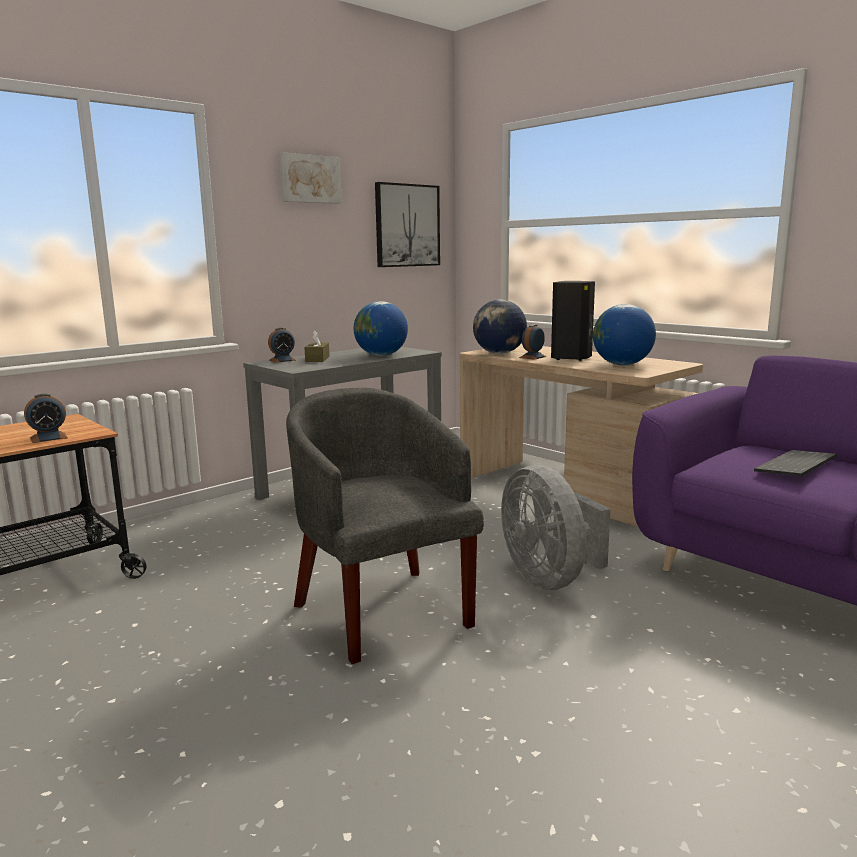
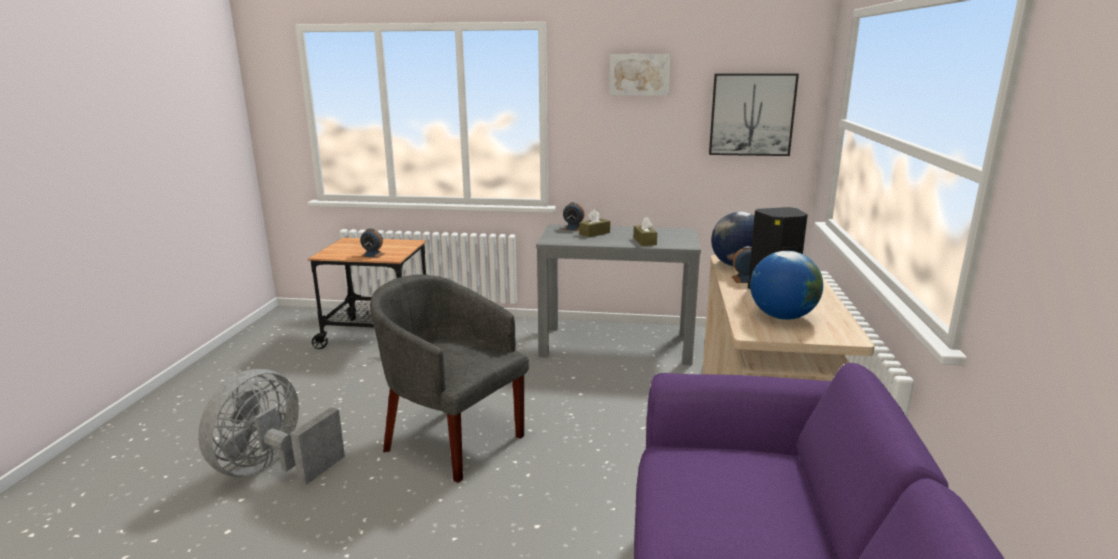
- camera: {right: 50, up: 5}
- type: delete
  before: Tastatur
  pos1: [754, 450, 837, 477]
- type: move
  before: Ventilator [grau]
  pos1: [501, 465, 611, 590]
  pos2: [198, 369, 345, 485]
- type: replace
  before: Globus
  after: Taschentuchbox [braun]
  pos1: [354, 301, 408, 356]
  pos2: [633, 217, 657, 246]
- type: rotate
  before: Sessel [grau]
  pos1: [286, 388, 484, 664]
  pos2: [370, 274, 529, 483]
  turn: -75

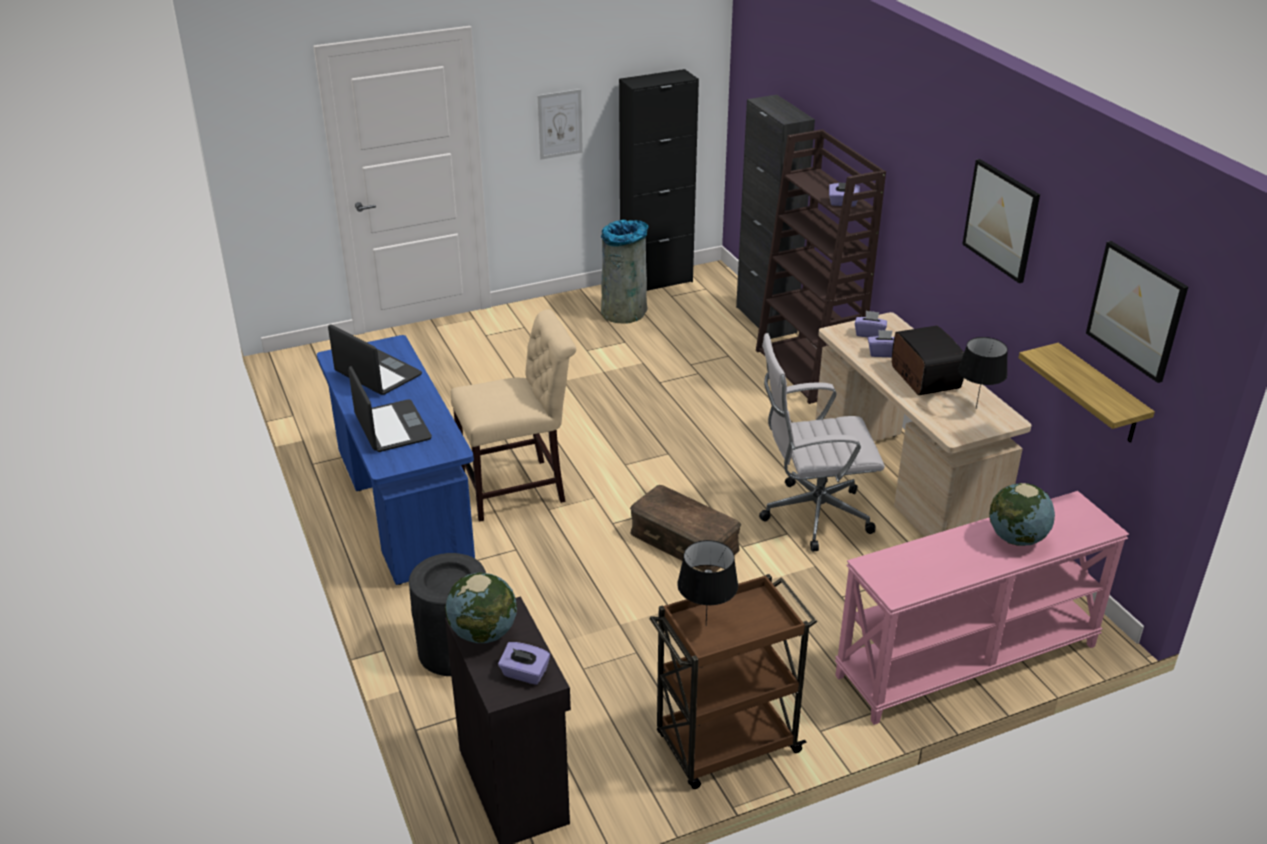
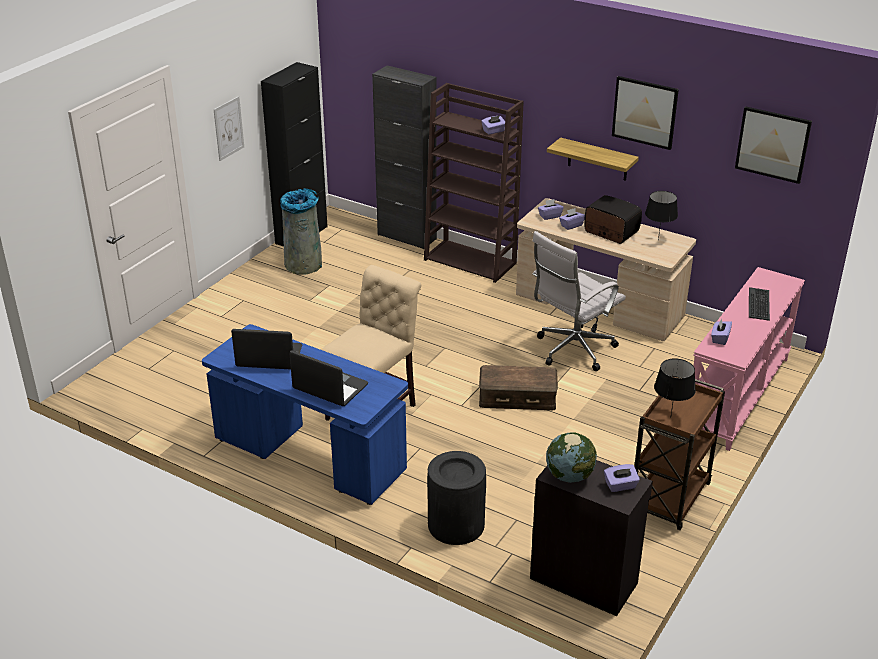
- camera: {right: -35, up: 0}
- type: insert
  after: Taschentuchbox [lila]
  pos2: [711, 318, 732, 345]
- type: move
  before: Wandregal
  pos1: [1019, 343, 1155, 442]
  pos2: [547, 137, 639, 181]
- type: replace
  before: Globus
  after: Tastatur
  pos1: [989, 483, 1055, 546]
  pos2: [749, 287, 770, 321]

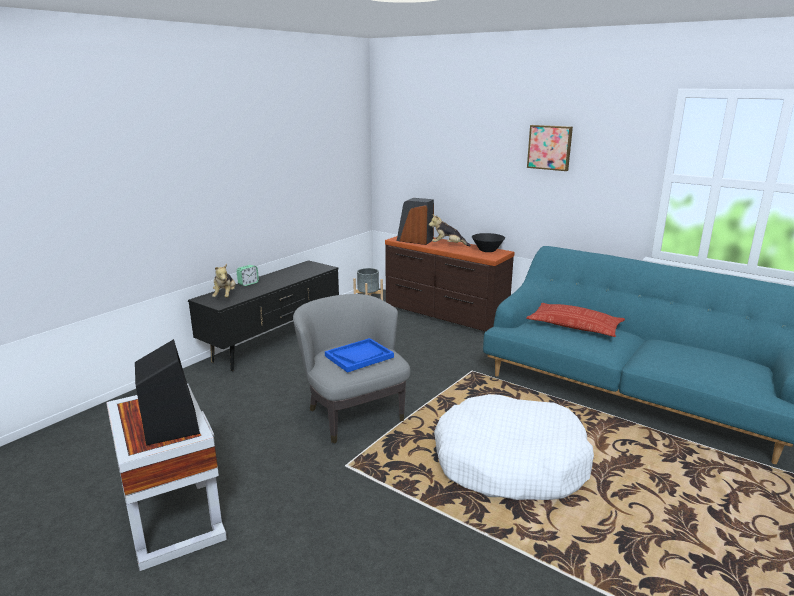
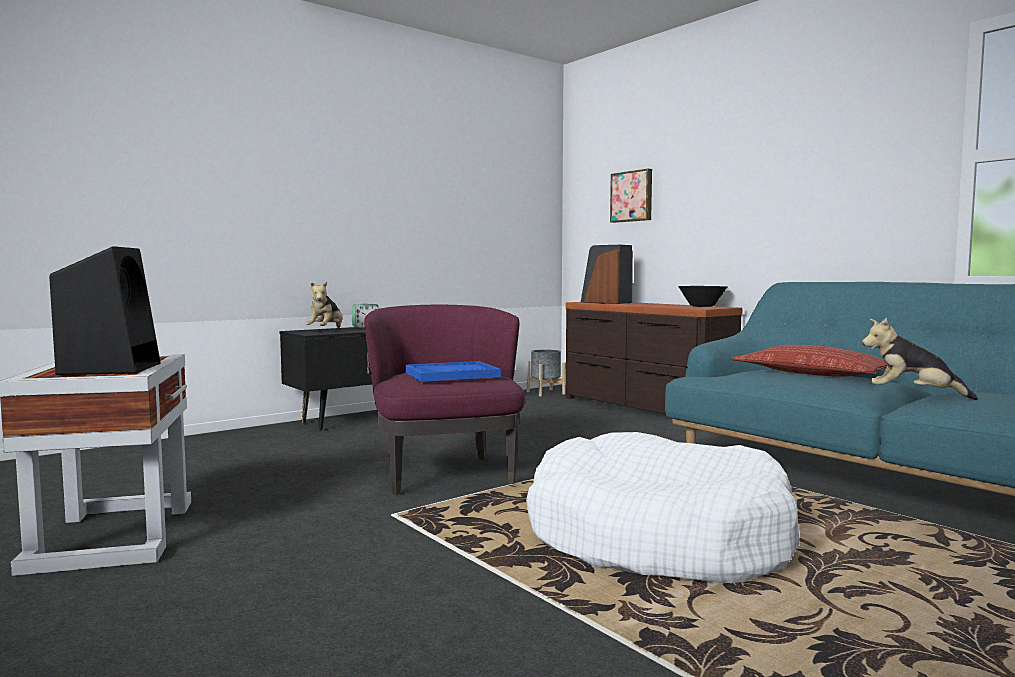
- camera: {right: 15, up: -15}
- type: move
  before: Plüschtier
  pos1: [429, 214, 471, 246]
  pos2: [862, 318, 978, 400]
- type: move
  before: Bild
  pos1: [527, 125, 573, 171]
  pos2: [610, 169, 652, 223]
- type: recolor
  before: Sessel [grau]
  after: Sessel [lila]
  pos1: [293, 294, 411, 443]
  pos2: [364, 305, 525, 495]

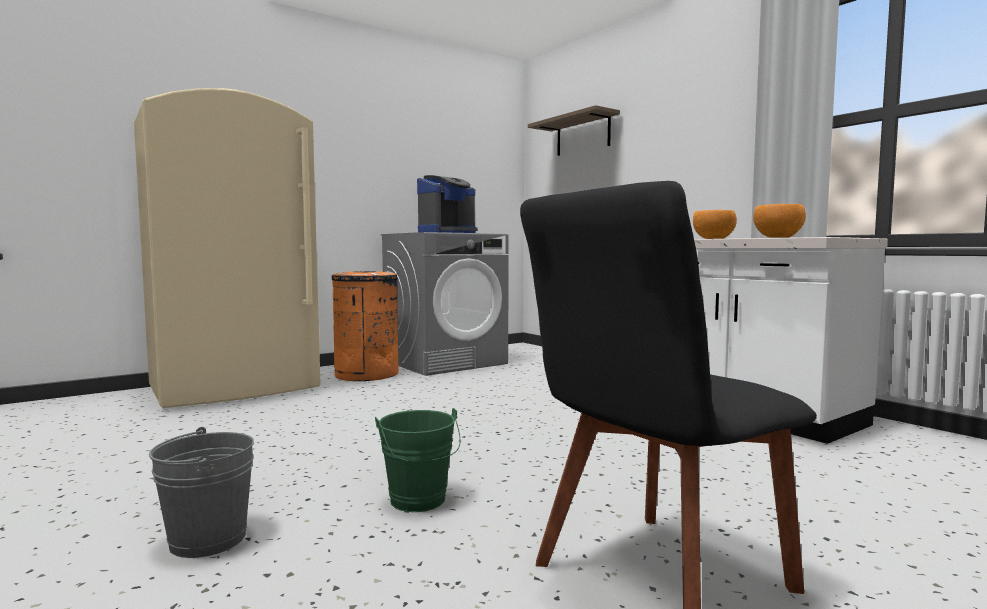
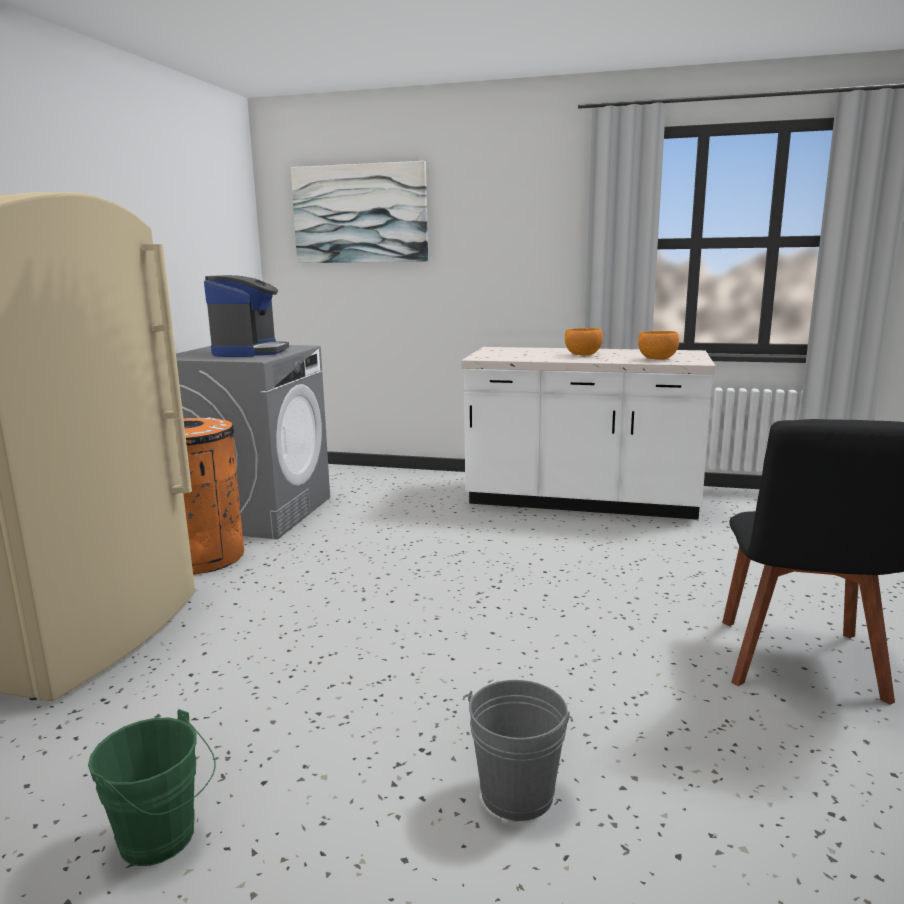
- camera: {right: -40, up: 10}
- type: move
  before: Eimer [grün]
  pos1: [375, 408, 461, 512]
  pos2: [88, 709, 216, 866]
- type: replace
  before: Wandregal
  after: Bild
  pos1: [528, 105, 620, 156]
  pos2: [291, 161, 428, 263]

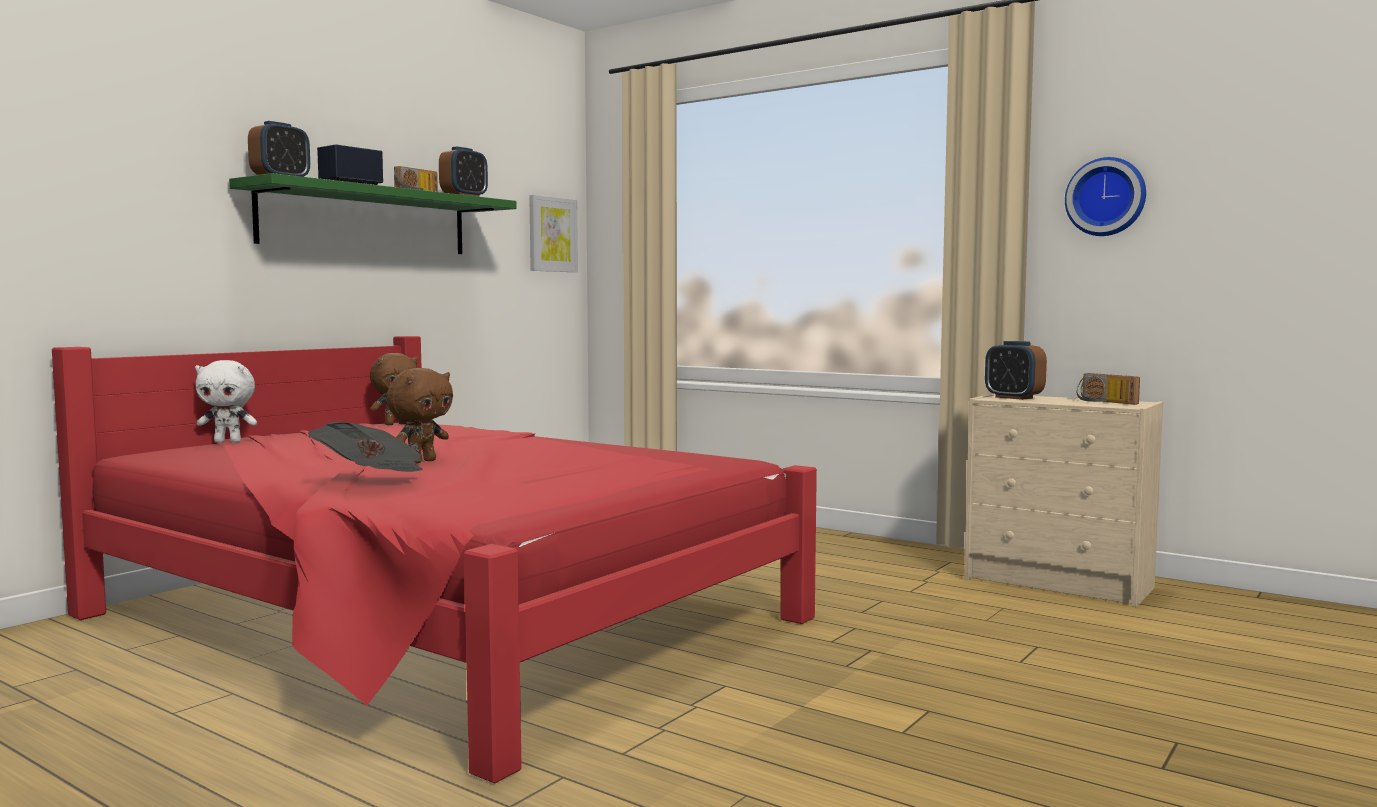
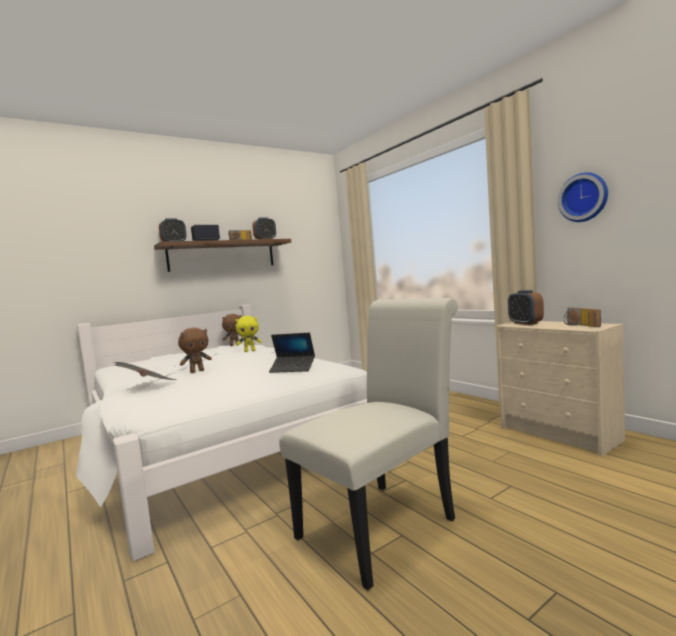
- camera: {right: 20, up: 0}
- type: delete
  before: Plüschtier [weiß]
  pos1: [195, 360, 257, 443]
- type: delete
  before: Bild
  pos1: [529, 195, 578, 272]
- type: insert
  after: Plüschtier [gelb]
  pos2: [236, 316, 262, 352]
- type: insert
  after: Laptop
  pos2: [269, 333, 315, 373]
- type: insert
  after: Stuhl [weiß]
  pos2: [279, 298, 458, 590]
- type: recolor
  before: Bett [rot]
  after: Bett [weiß]
  pos1: [52, 336, 817, 783]
  pos2: [76, 305, 367, 561]
- type: recolor
  before: Wandregal [grün]
  after: Wandregal [braun]
  pos1: [229, 173, 517, 254]
  pos2: [154, 239, 291, 272]

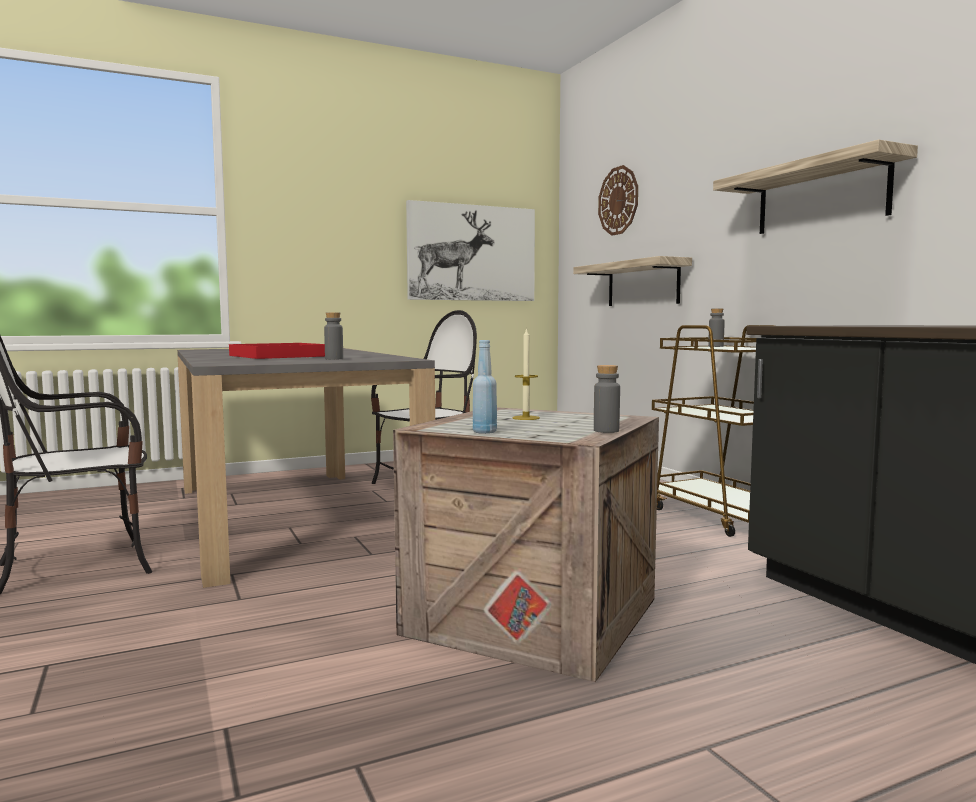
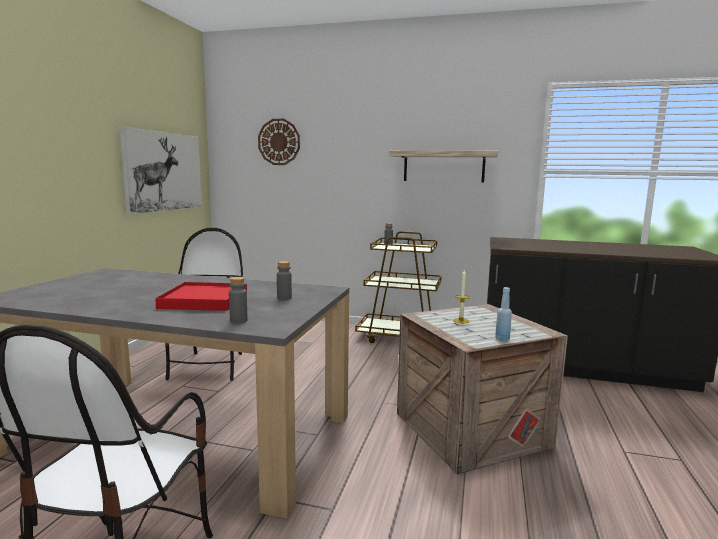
- camera: {right: -50, up: 5}
- type: delete
  before: Wandregal
  pos1: [573, 256, 692, 306]
- type: move
  before: Flasche [grau]
  pos1: [594, 365, 620, 433]
  pos2: [229, 277, 248, 324]

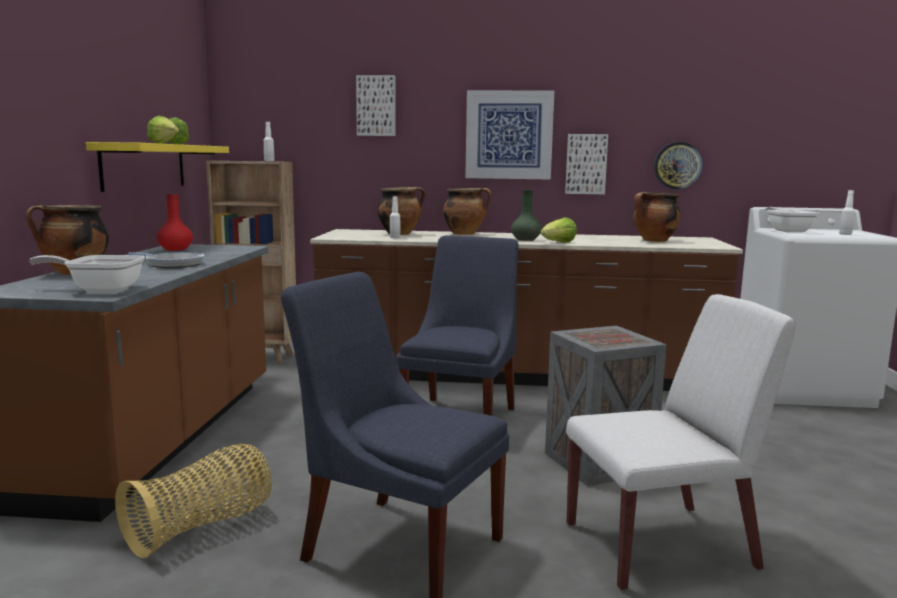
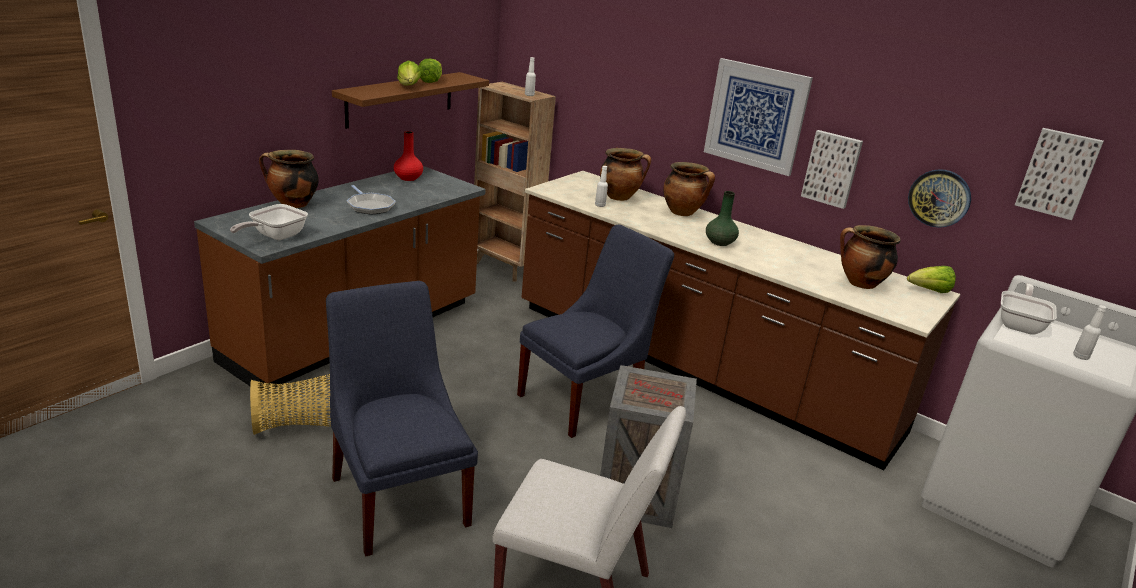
- camera: {right: 30, up: 15}
- type: move
  before: Bild
  pos1: [356, 75, 396, 136]
  pos2: [1015, 128, 1104, 220]
- type: move
  before: Salatkopf
  pos1: [541, 217, 577, 243]
  pos2: [907, 266, 956, 293]
- type: recolor
  before: Wandregal [gelb]
  after: Wandregal [braun]
  pos1: [86, 142, 229, 192]
  pos2: [332, 72, 489, 129]
- type: rotate
  before: Pfanne
  pos1: [29, 255, 145, 292]
  pos2: [230, 204, 308, 240]
  turn: -90

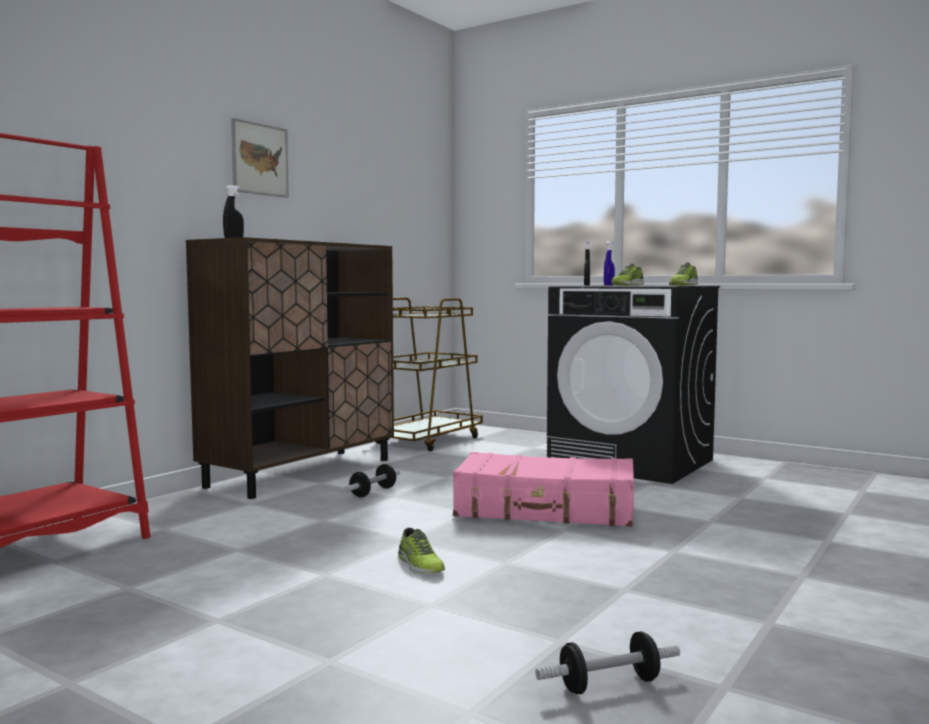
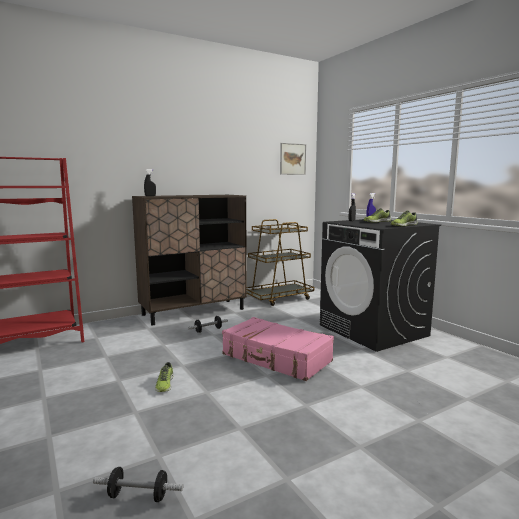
- camera: {right: 25, up: 5}
- type: move
  before: Bild
  pos1: [231, 118, 289, 198]
  pos2: [280, 143, 306, 175]

